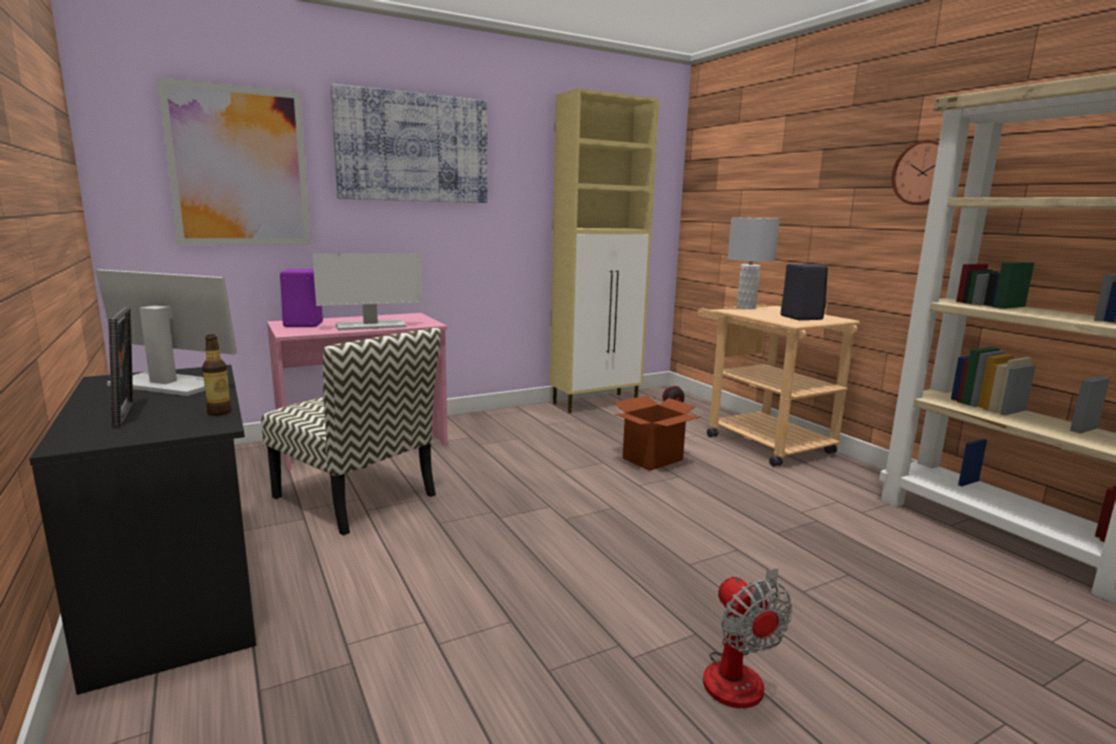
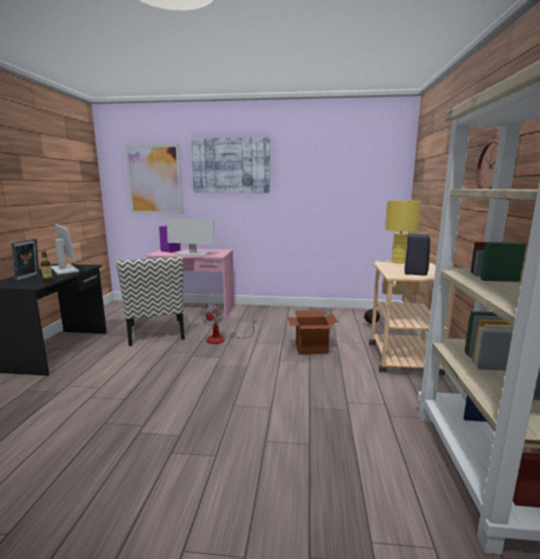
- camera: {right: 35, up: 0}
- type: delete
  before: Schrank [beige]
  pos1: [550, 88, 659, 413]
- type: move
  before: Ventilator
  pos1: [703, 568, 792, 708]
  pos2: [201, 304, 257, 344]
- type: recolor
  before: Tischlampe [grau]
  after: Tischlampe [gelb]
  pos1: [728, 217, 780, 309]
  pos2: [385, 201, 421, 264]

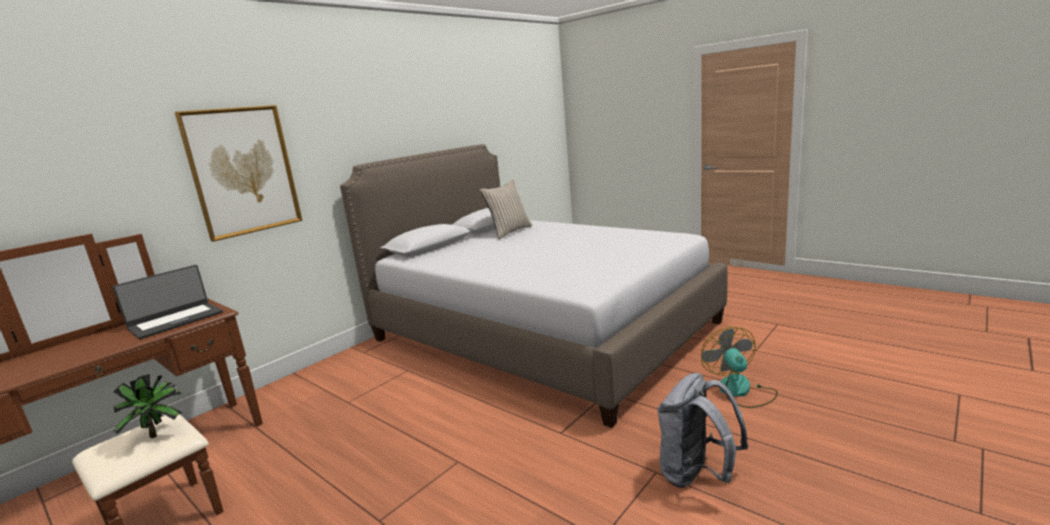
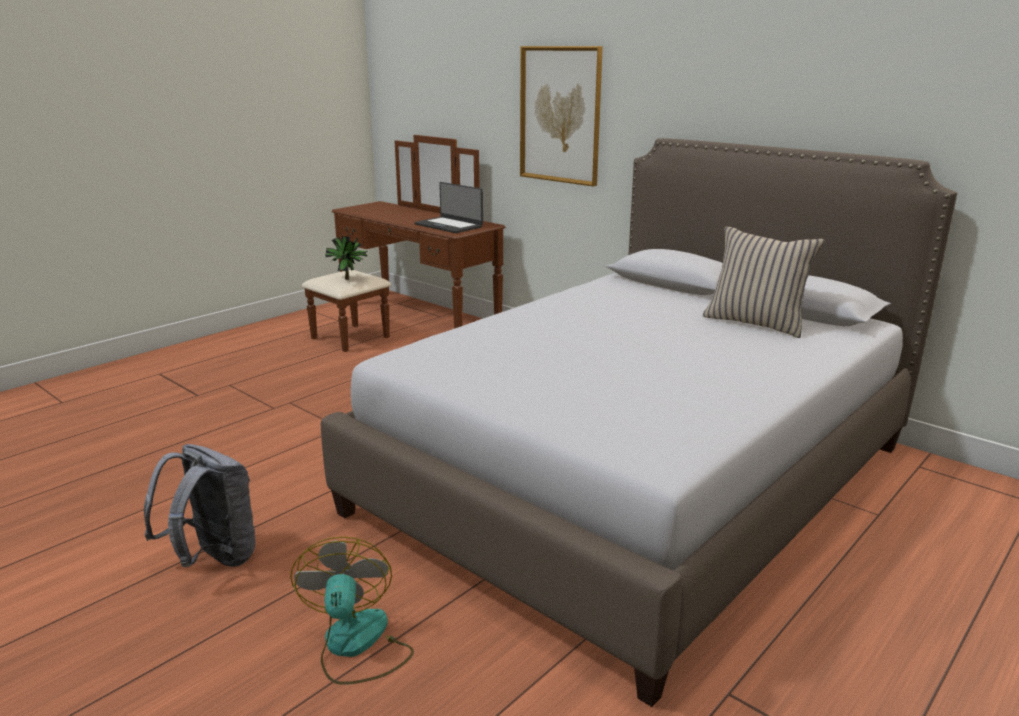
- camera: {right: 90, up: 5}
- type: rotate
  before: Ventilator
  pos1: [701, 327, 778, 408]
  pos2: [290, 537, 414, 685]
  turn: -90

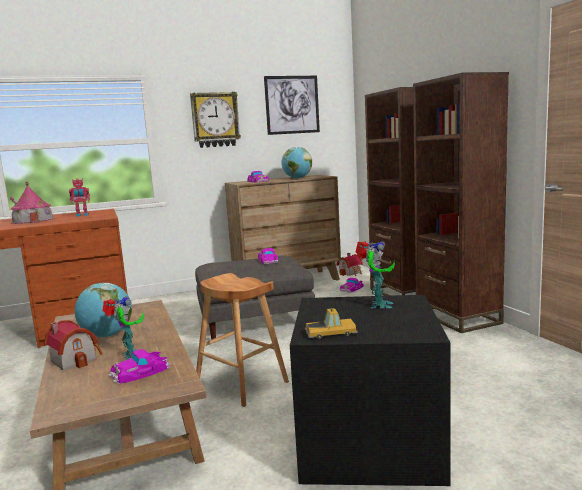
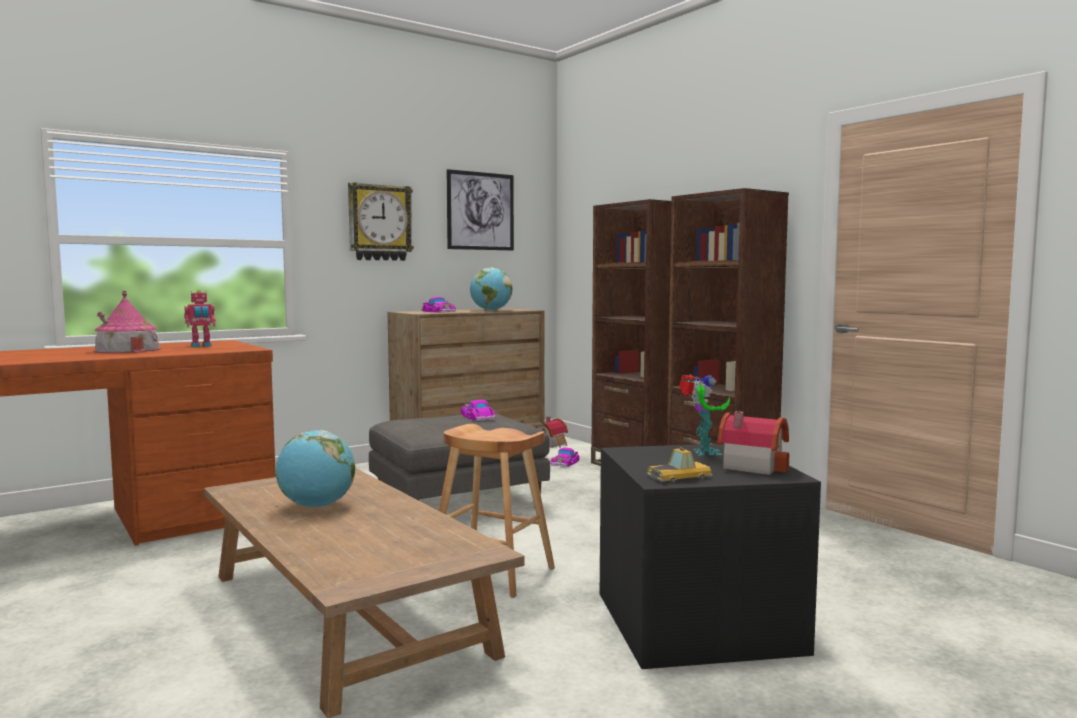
- camera: {right: -15, up: -5}
- type: delete
  before: Spielzeugroboter
  pos1: [103, 296, 144, 360]
- type: delete
  before: Spielzeugauto
  pos1: [108, 349, 171, 384]
- type: move
  before: Spielzeughaus
  pos1: [44, 320, 103, 371]
  pos2: [717, 411, 789, 475]

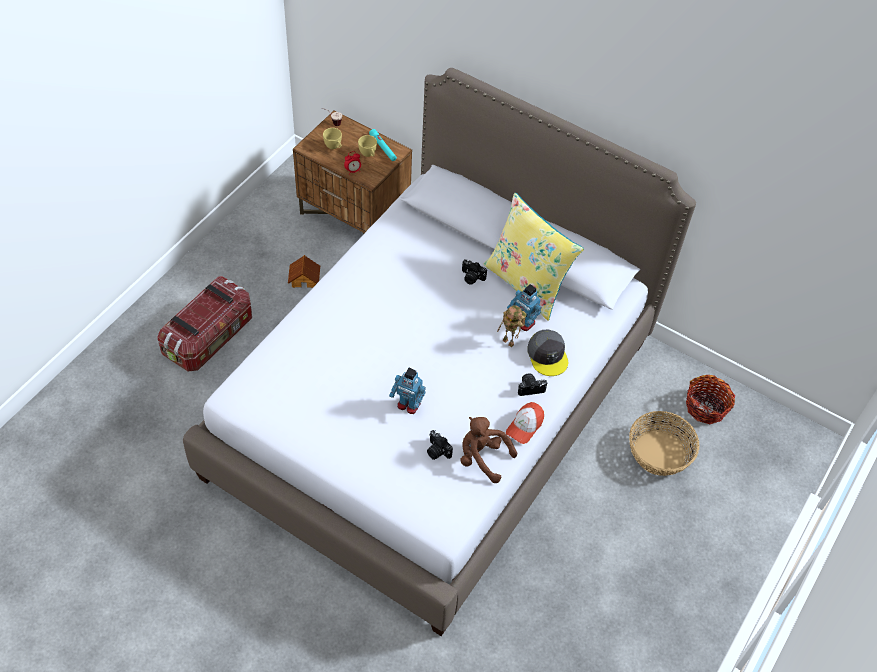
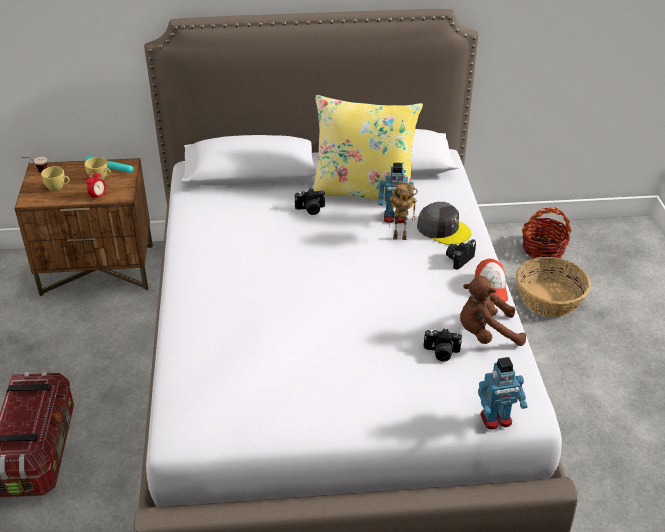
- camera: {right: -35, up: -15}
- type: delete
  before: Spielzeughaus
  pos1: [288, 255, 320, 288]
- type: move
  before: Spielzeugroboter
  pos1: [389, 368, 426, 414]
  pos2: [478, 357, 527, 430]

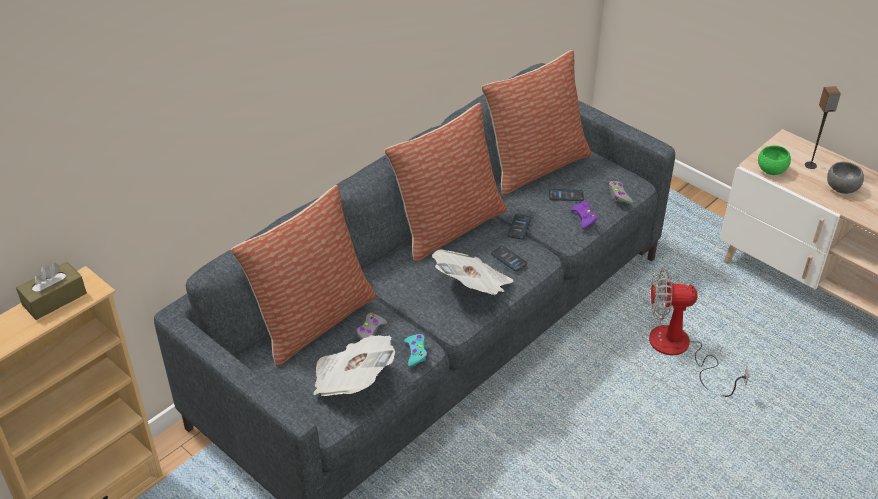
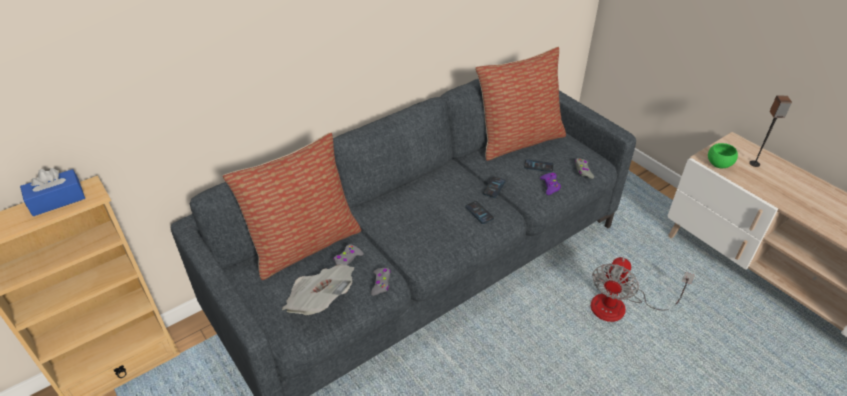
- camera: {right: 10, up: 0}
- type: delete
  before: Kissen
  pos1: [384, 103, 507, 263]
- type: delete
  before: Zeitung
  pos1: [432, 249, 513, 295]
- type: delete
  before: Schüssel [grau]
  pos1: [827, 162, 864, 194]
- type: recolor
  before: Taschentuchbox [braun]
  after: Taschentuchbox [blau]
  pos1: [16, 262, 87, 320]
  pos2: [20, 168, 85, 216]
- type: recolor
  before: Gamepad [türkis]
  after: Gamepad [grau]
  pos1: [404, 334, 428, 367]
  pos2: [371, 268, 391, 296]
- type: rotate
  before: Ventilator
  pos1: [649, 269, 749, 397]
  pos2: [591, 257, 695, 322]
  turn: -75

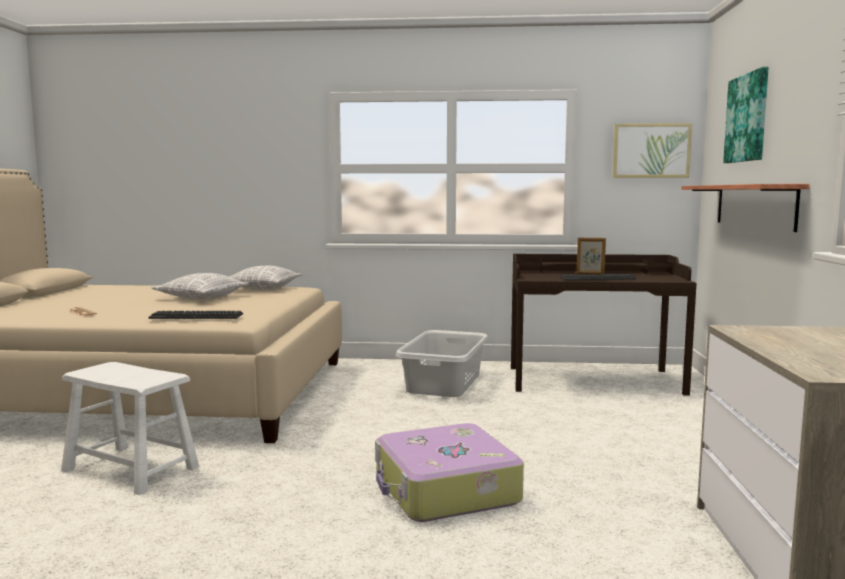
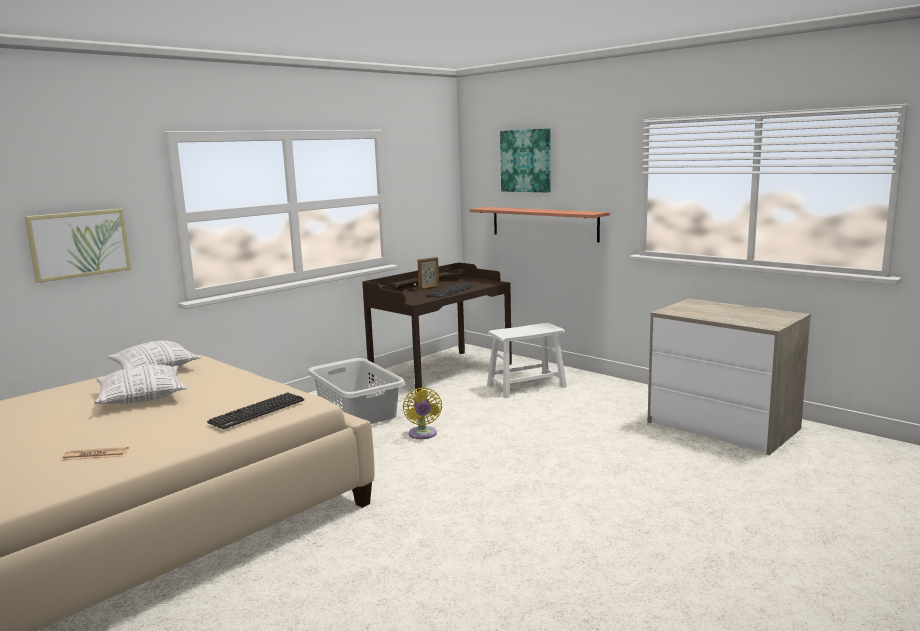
- camera: {right: -50, up: 5}
- type: delete
  before: Koffer
  pos1: [375, 423, 524, 522]
- type: insert
  after: Ventilator [gelb]
  pos2: [403, 387, 442, 439]
- type: move
  before: Hocker [weiß]
  pos1: [61, 362, 199, 495]
  pos2: [487, 323, 567, 398]
- type: move
  before: Bild
  pos1: [612, 123, 692, 178]
  pos2: [24, 209, 131, 283]

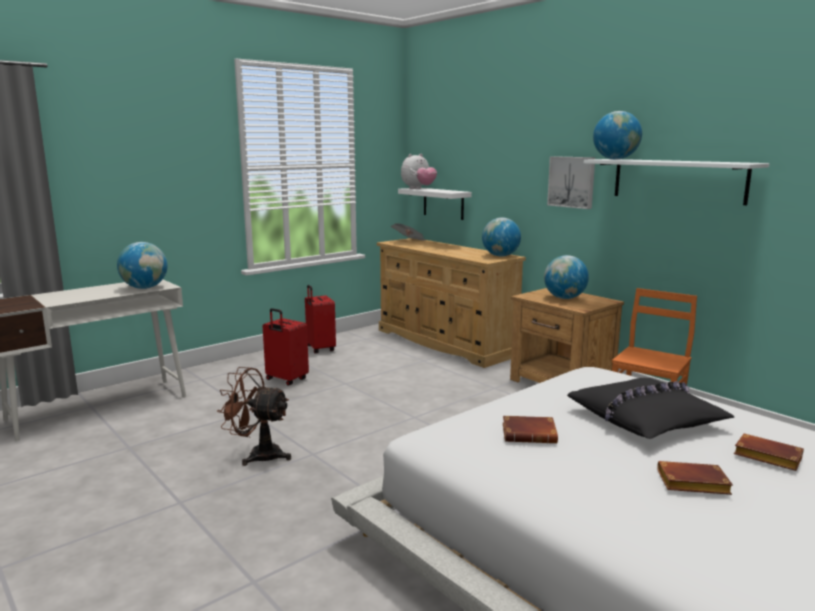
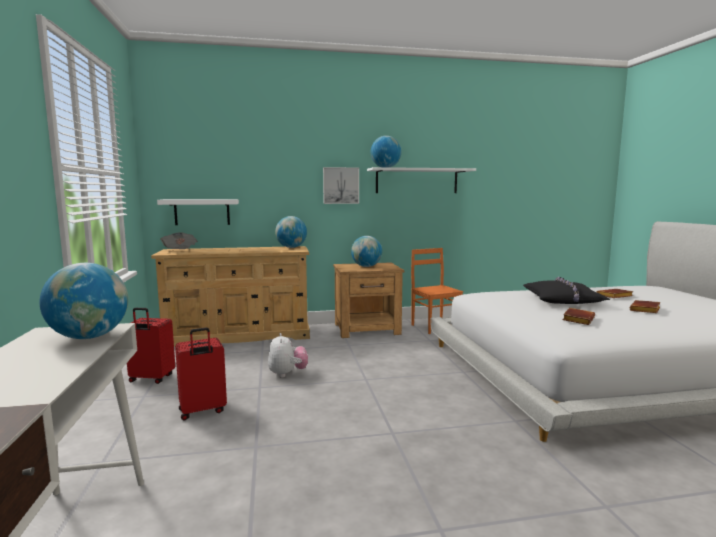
- camera: {right: -60, up: -5}
- type: delete
  before: Ventilator [braun]
  pos1: [217, 367, 291, 466]
- type: move
  before: Plüschtier
  pos1: [401, 154, 437, 189]
  pos2: [268, 333, 308, 378]

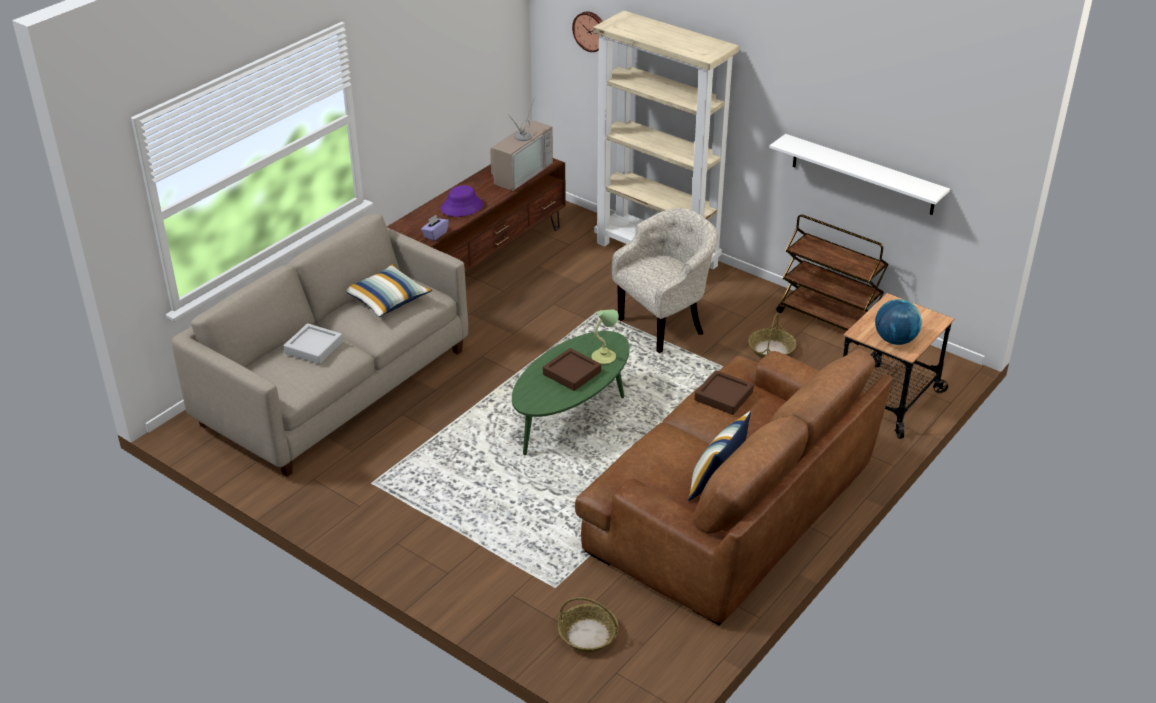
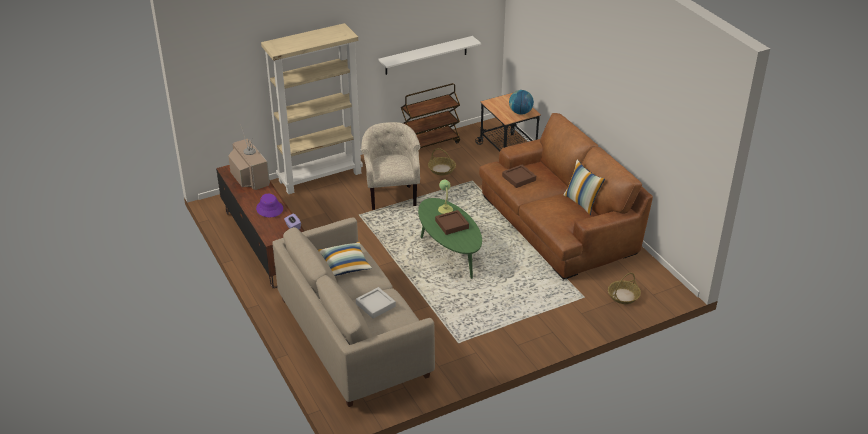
- camera: {right: -65, up: 0}
- type: delete
  before: Wanduhr
  pos1: [572, 11, 603, 52]

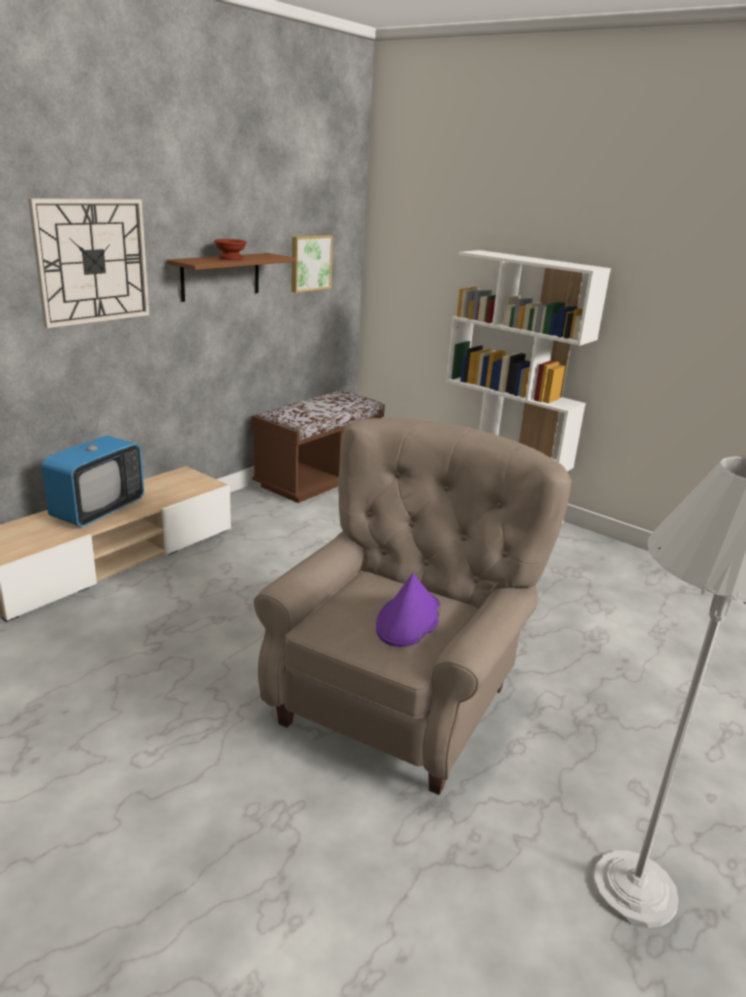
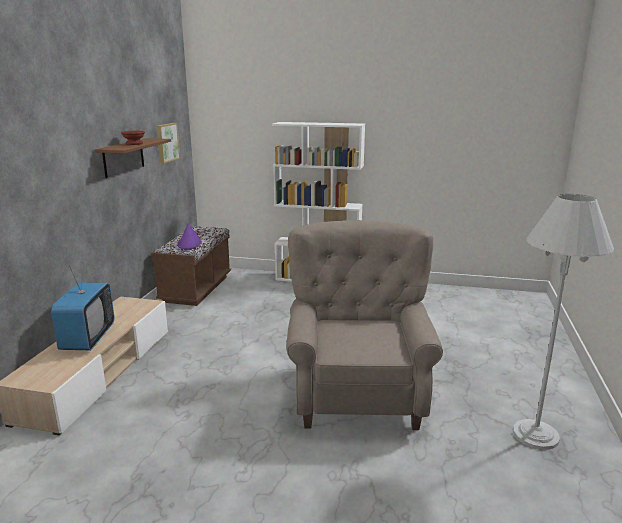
- camera: {right: -25, up: -5}
- type: delete
  before: Wanduhr
  pos1: [28, 198, 149, 328]
- type: move
  before: Hut [lila]
  pos1: [376, 573, 441, 647]
  pos2: [177, 223, 202, 250]

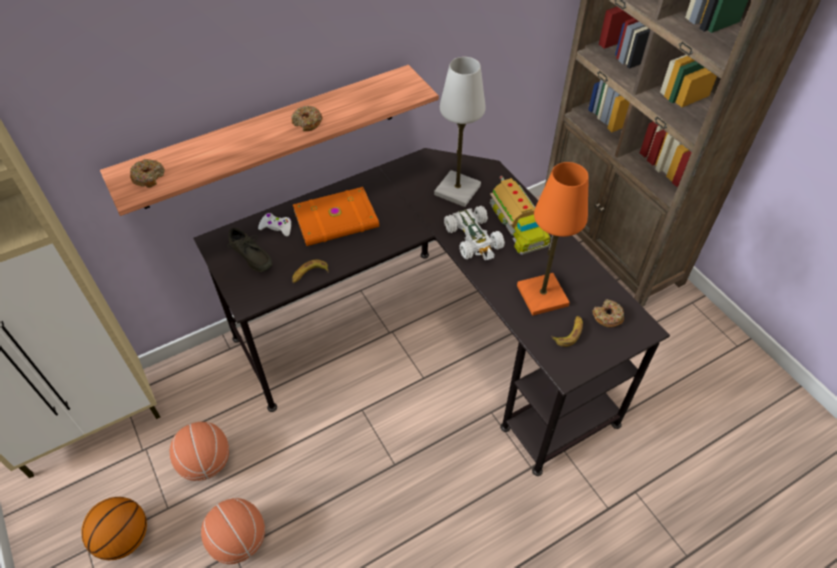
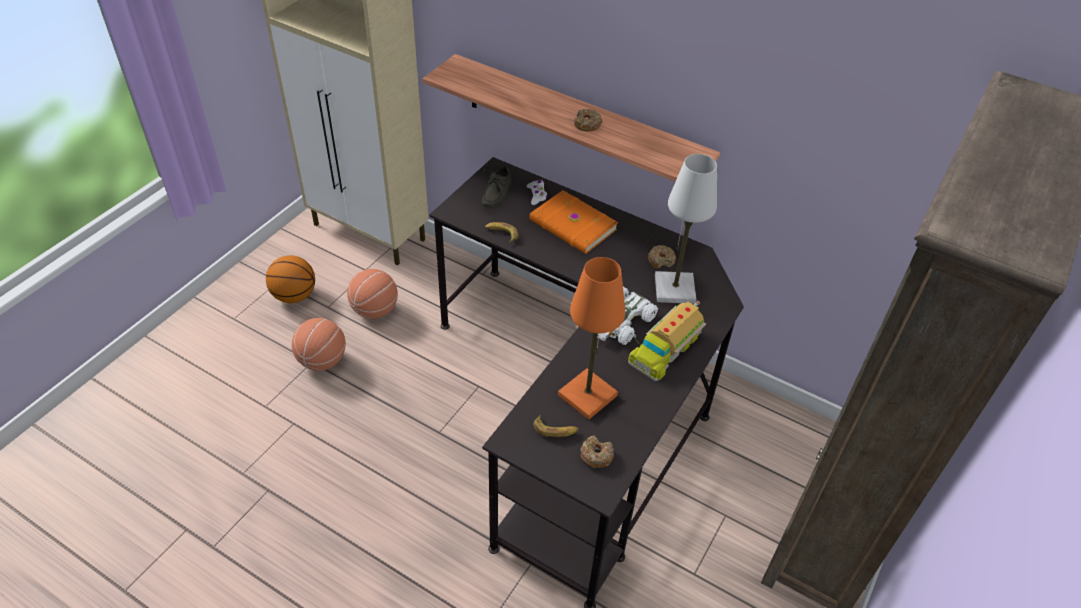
- camera: {right: 60, up: -5}
- type: move
  before: Donut
  pos1: [130, 159, 165, 188]
  pos2: [648, 245, 676, 269]

